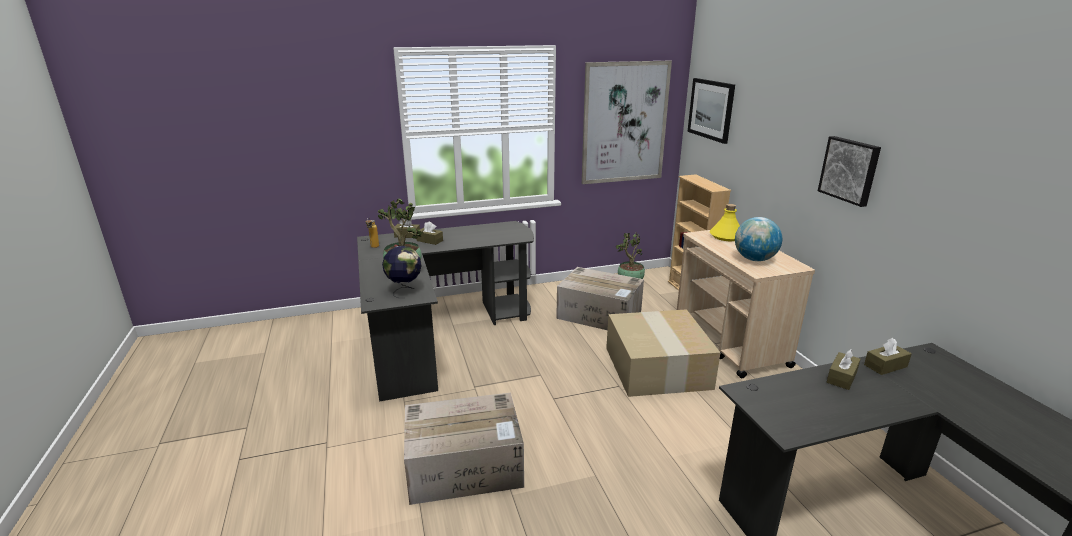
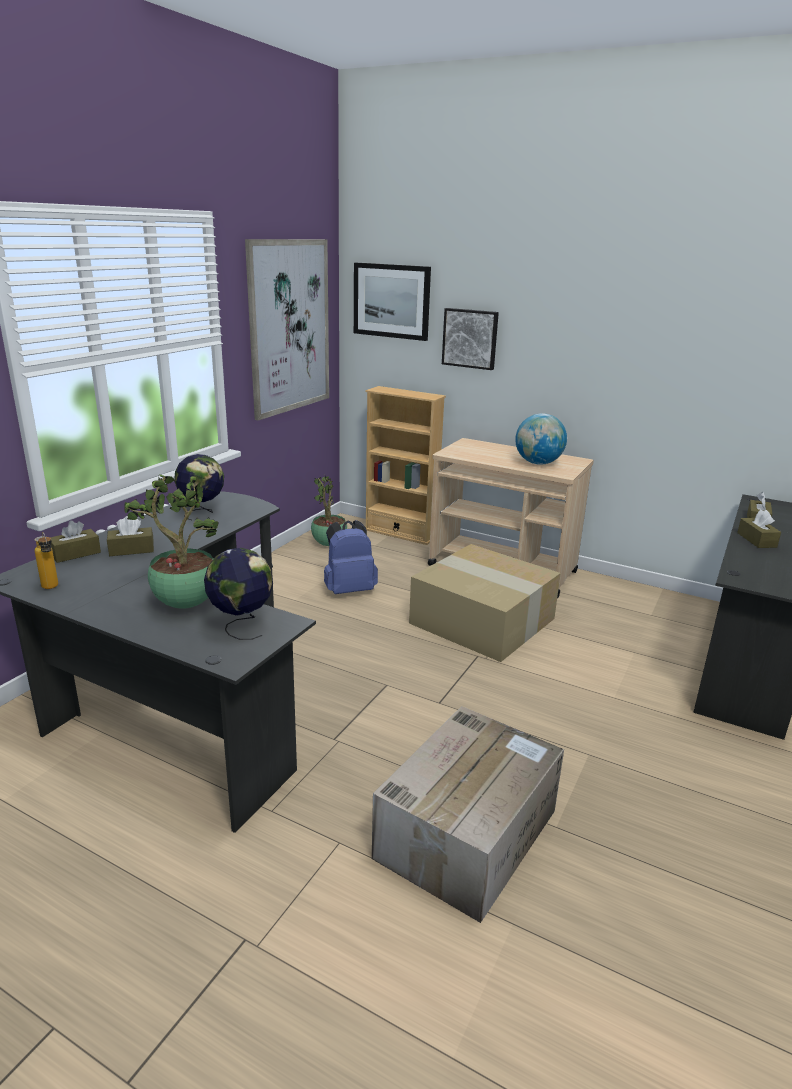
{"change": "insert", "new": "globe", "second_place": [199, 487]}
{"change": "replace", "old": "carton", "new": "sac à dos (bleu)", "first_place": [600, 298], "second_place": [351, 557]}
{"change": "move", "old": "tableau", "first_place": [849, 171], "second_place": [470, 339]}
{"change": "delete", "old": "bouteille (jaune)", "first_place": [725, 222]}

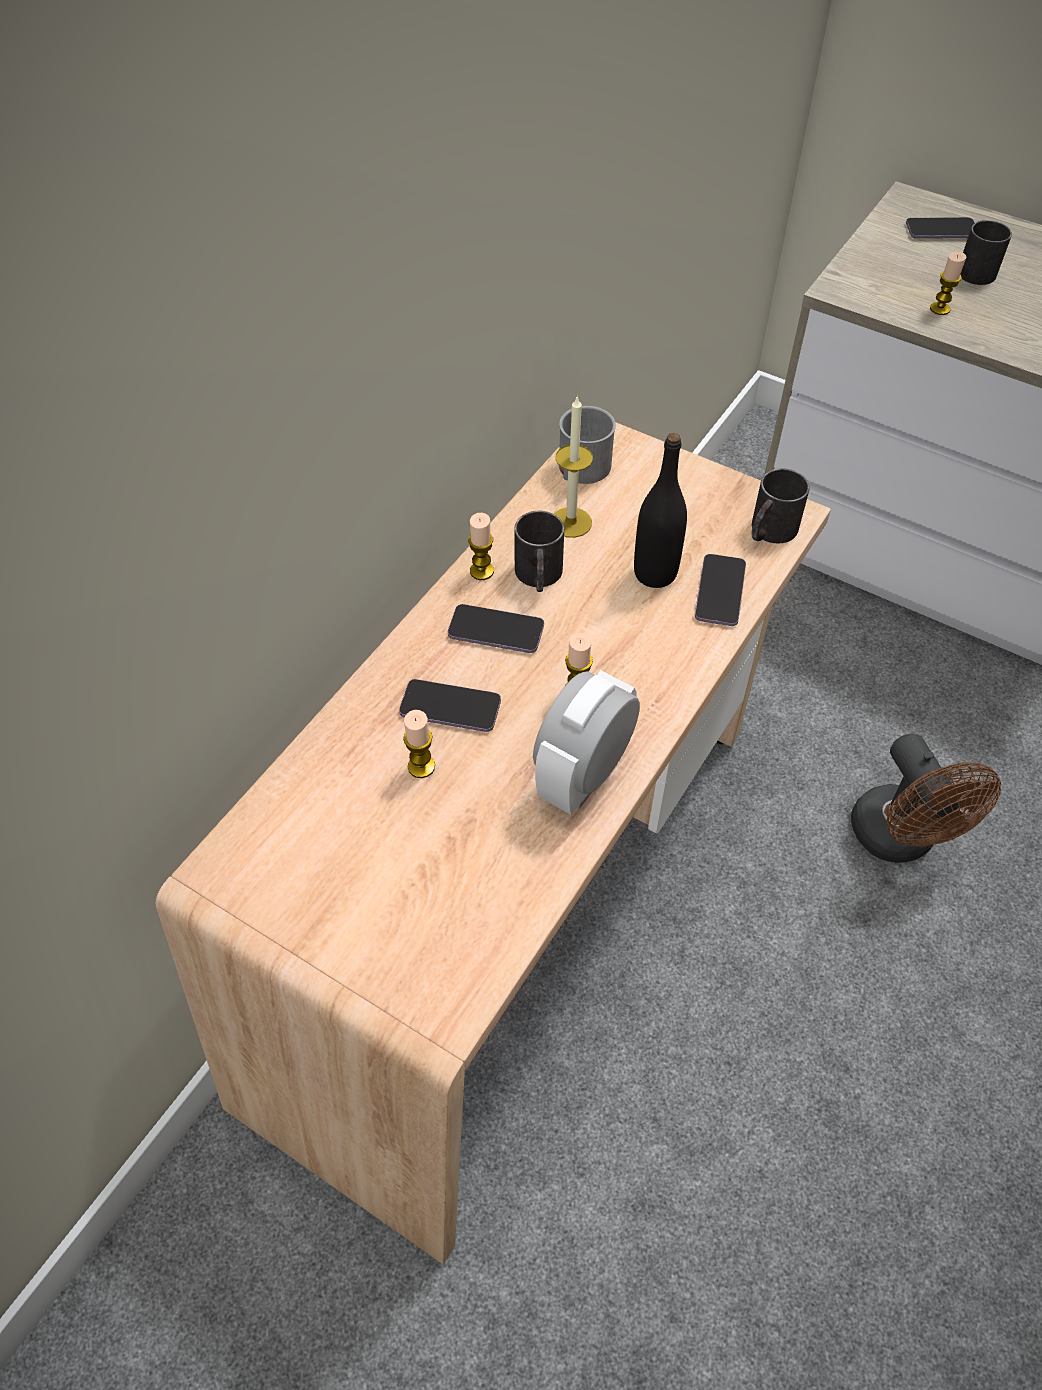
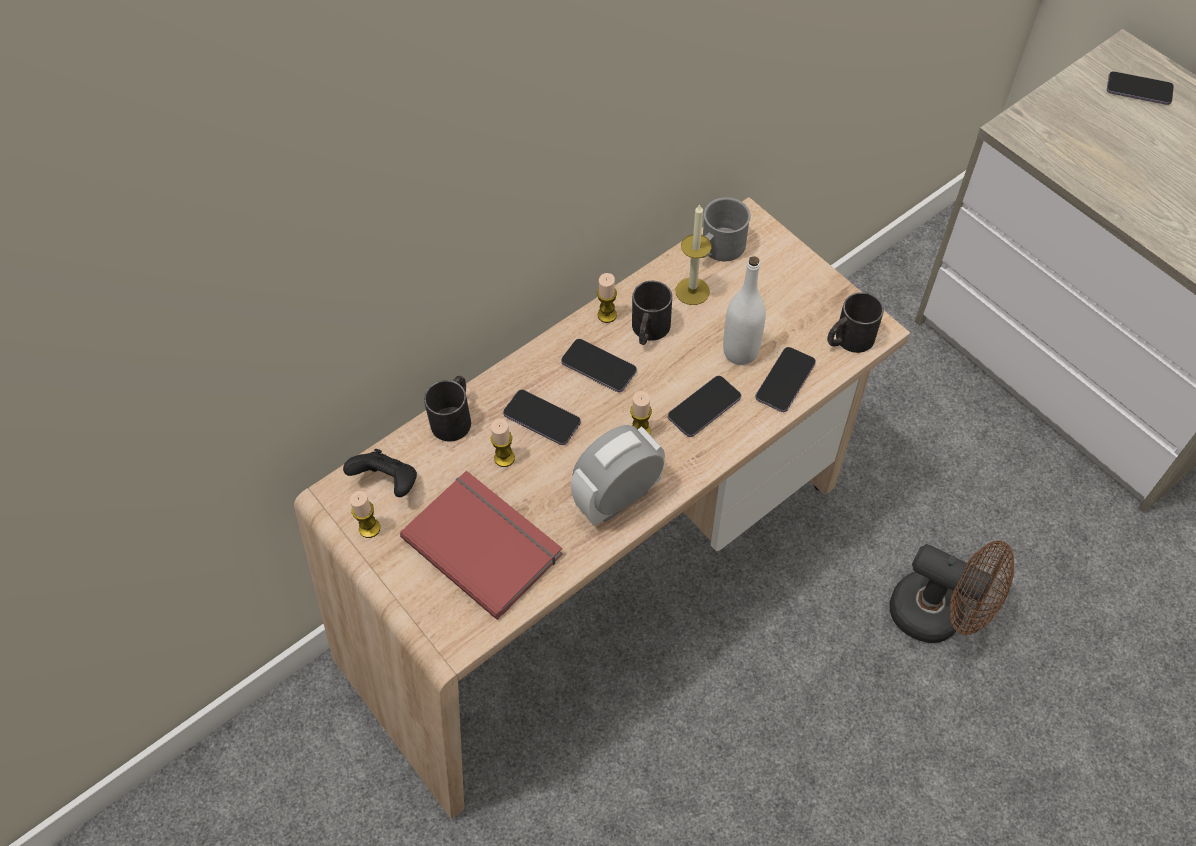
{"change": "insert", "new": "manette (noir)", "second_place": [380, 473]}
{"change": "move", "old": "bougie", "first_place": [948, 283], "second_place": [365, 514]}
{"change": "insert", "new": "livre (rouge)", "second_place": [481, 545]}
{"change": "move", "old": "mug (noir)", "first_place": [986, 252], "second_place": [447, 409]}
{"change": "insert", "new": "téléphone", "second_place": [704, 406]}
{"change": "recolor", "old": "bouteille (noir)", "new": "bouteille (blanc)", "first_place": [660, 510], "second_place": [744, 310]}
{"change": "rotate", "old": "ventilateur (marron)", "first_place": [926, 798], "second_place": [952, 591], "degrees": -60}

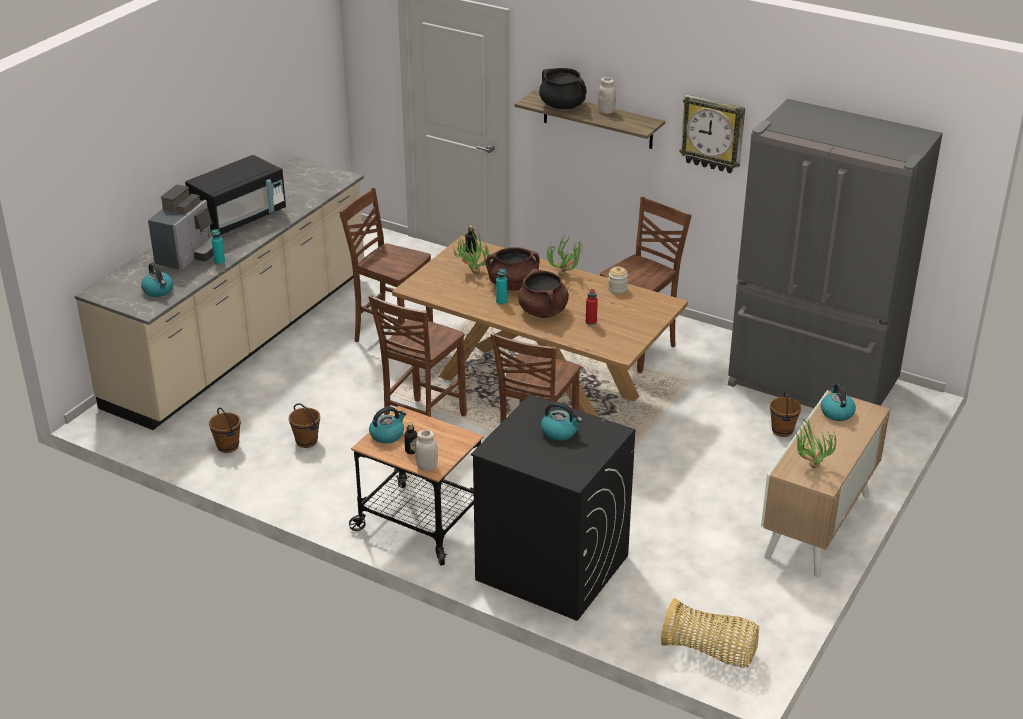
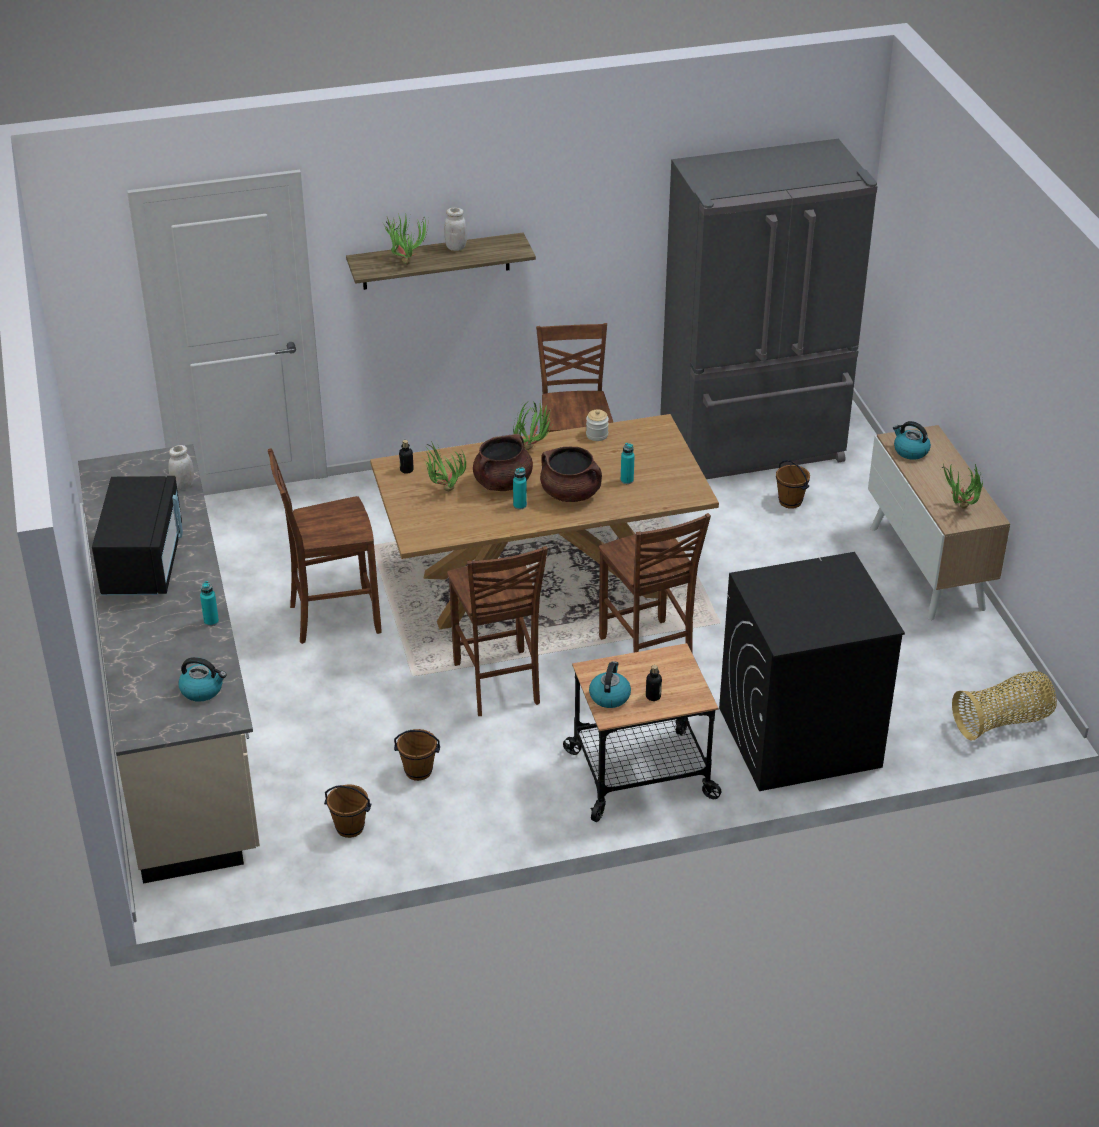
{"change": "move", "old": "bocal (blanc)", "first_place": [426, 450], "second_place": [181, 467]}
{"change": "replace", "old": "marmite (noir)", "new": "plante en pot", "first_place": [563, 88], "second_place": [405, 239]}
{"change": "recolor", "old": "bouteille (rouge)", "new": "bouteille (turquoise)", "first_place": [592, 307], "second_place": [627, 463]}
{"change": "delete", "old": "machine à café", "first_place": [180, 227]}
{"change": "delete", "old": "bouilloire", "first_place": [561, 421]}
{"change": "delete", "old": "horloge murale", "first_place": [712, 134]}

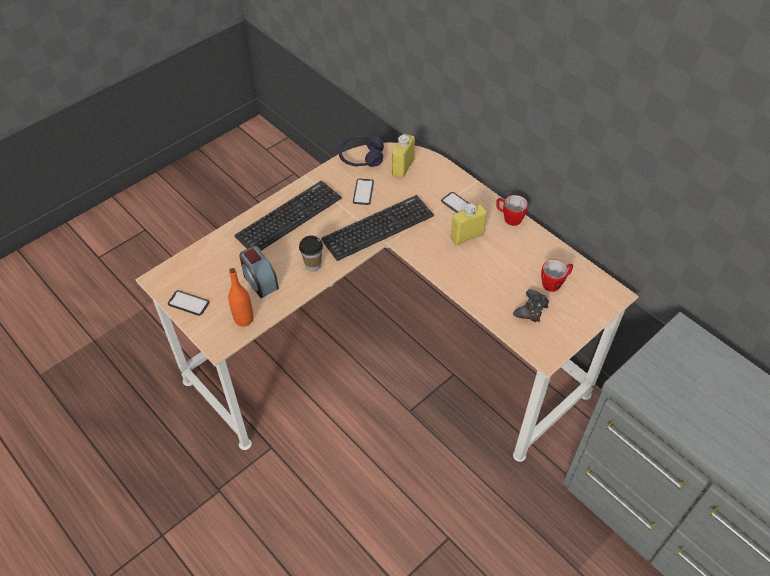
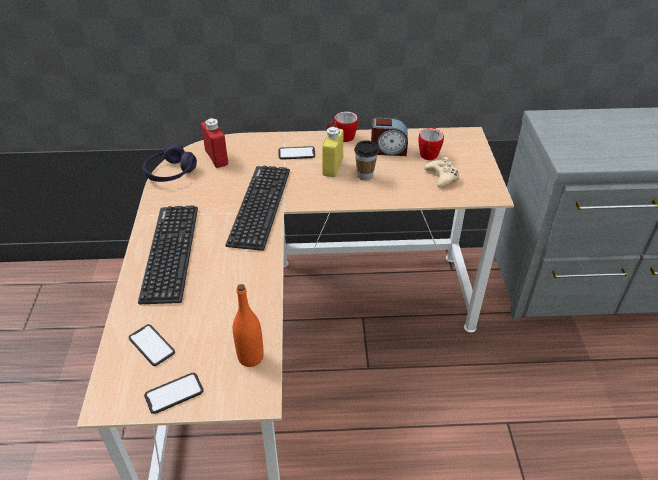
{"change": "move", "old": "téléphone", "first_place": [363, 192], "second_place": [152, 345]}
{"change": "recolor", "old": "bouteille (jaune)", "new": "bouteille (rouge)", "first_place": [403, 156], "second_place": [214, 143]}
{"change": "move", "old": "tasse", "first_place": [311, 254], "second_place": [366, 160]}
{"change": "move", "old": "réveil", "first_place": [259, 272], "second_place": [389, 137]}
{"change": "recolor", "old": "manette (noir)", "new": "manette (beige)", "first_place": [531, 305], "second_place": [441, 172]}

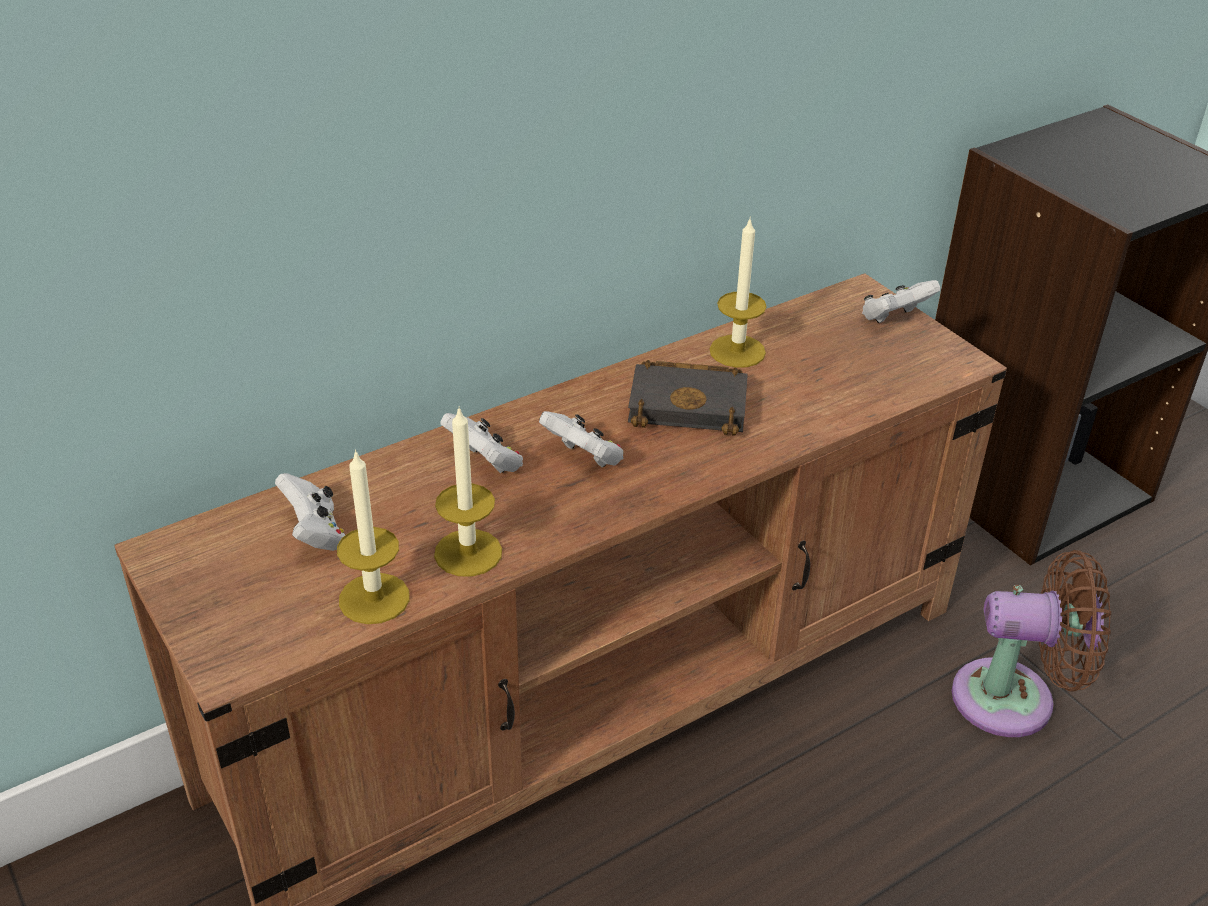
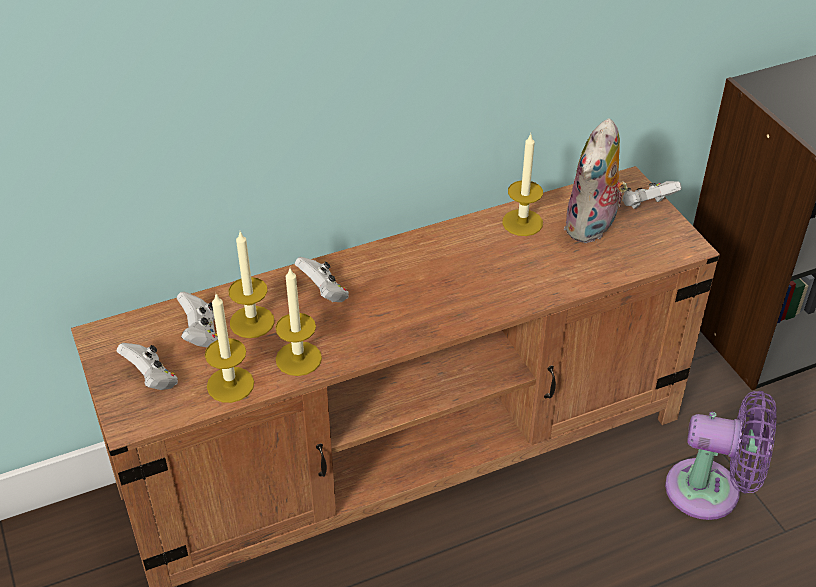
{"change": "move", "old": "manette (blanc)", "first_place": [581, 439], "second_place": [147, 366]}
{"change": "insert", "new": "bougie", "second_place": [252, 285]}
{"change": "insert", "new": "peluche", "second_place": [596, 180]}
{"change": "recolor", "old": "ventilateur (marron)", "new": "ventilateur (violet)", "first_place": [1031, 643], "second_place": [721, 455]}
{"change": "delete", "old": "livre (noir)", "first_place": [688, 398]}

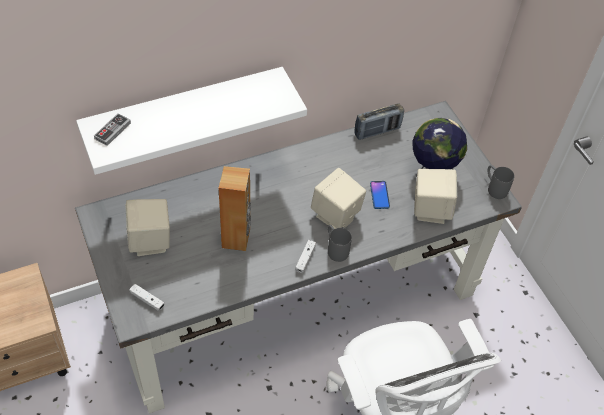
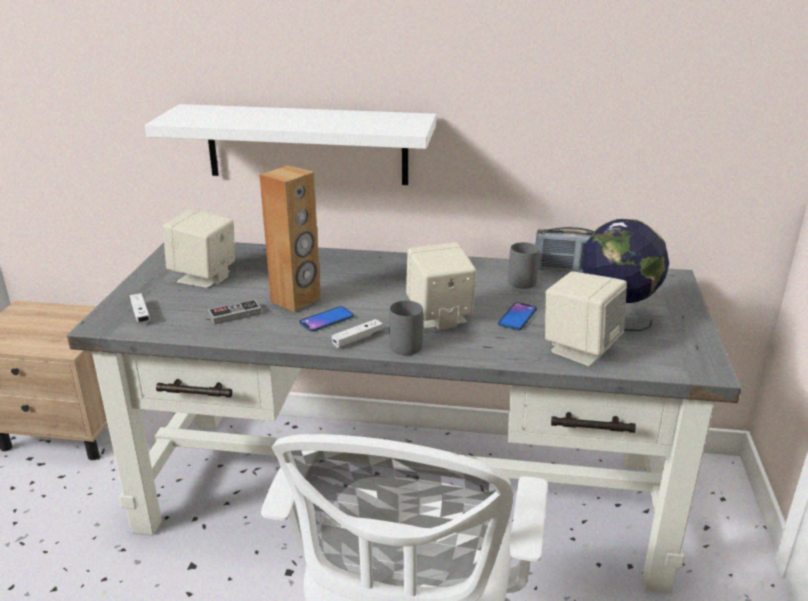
{"change": "move", "old": "manette", "first_place": [112, 129], "second_place": [235, 312]}
{"change": "insert", "new": "téléphone", "second_place": [326, 319]}
{"change": "move", "old": "mug (gris)", "first_place": [500, 182], "second_place": [524, 265]}

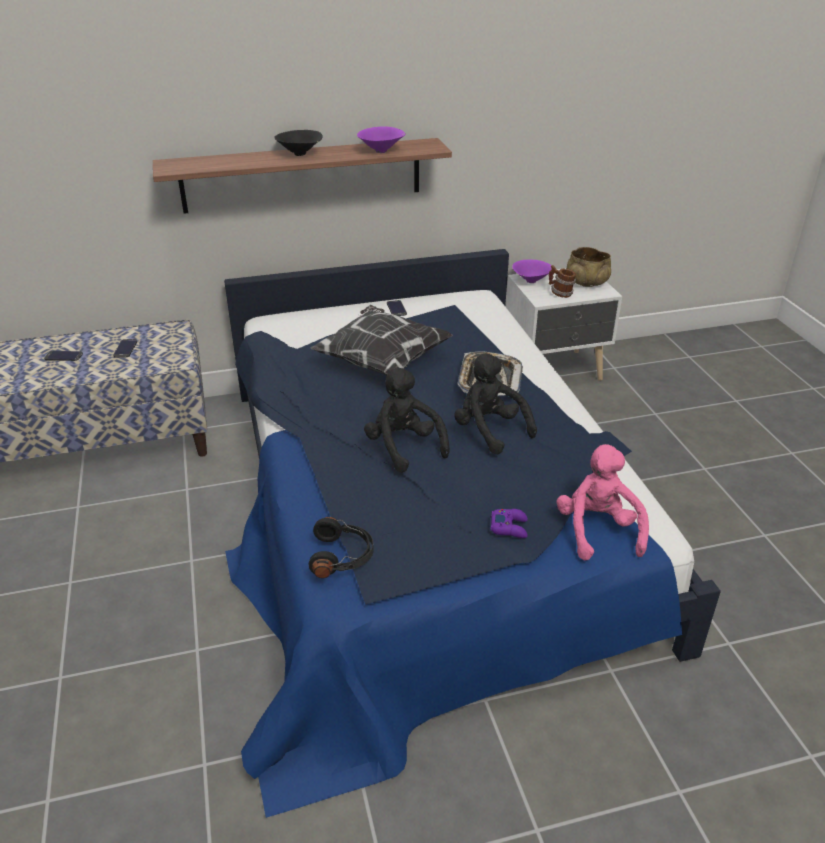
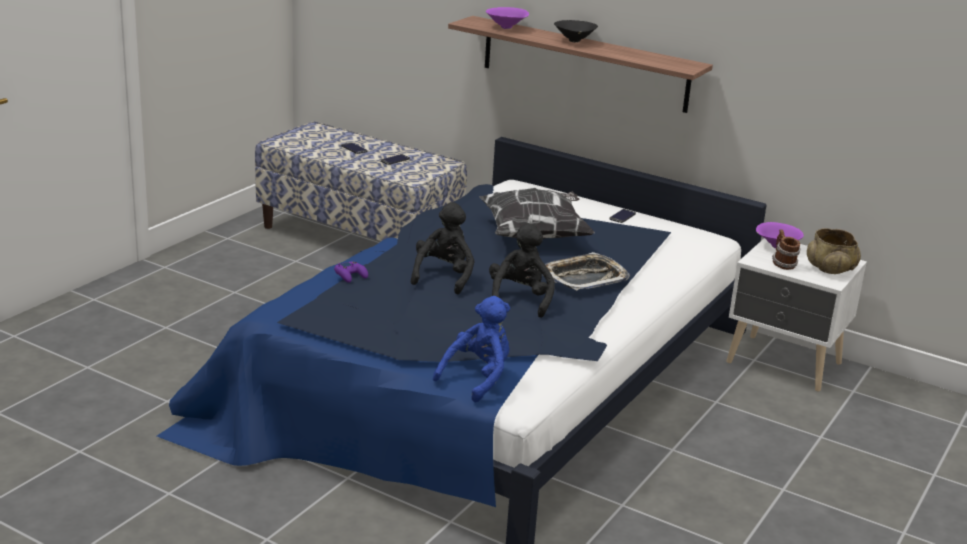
{"change": "move", "old": "manette (violet)", "first_place": [509, 523], "second_place": [351, 272]}
{"change": "recolor", "old": "peluche (rose)", "new": "peluche (bleu)", "first_place": [602, 502], "second_place": [471, 349]}
{"change": "move", "old": "bol (violet)", "first_place": [381, 139], "second_place": [507, 18]}
{"change": "delete", "old": "casque audio (noir)", "first_place": [341, 547]}

